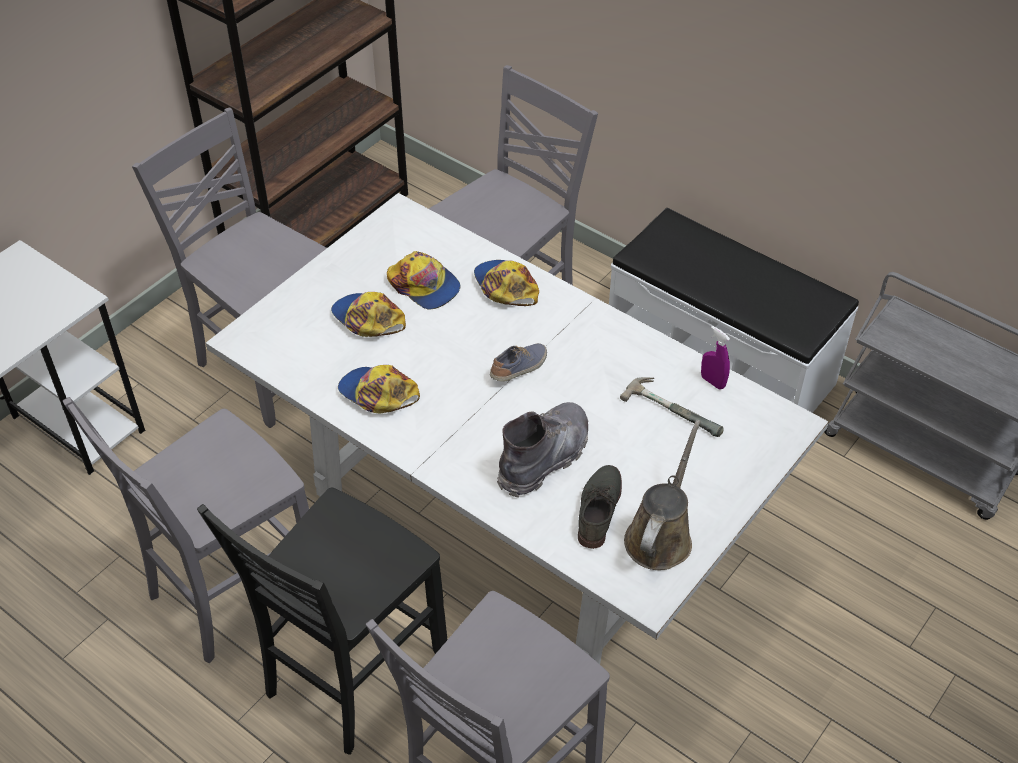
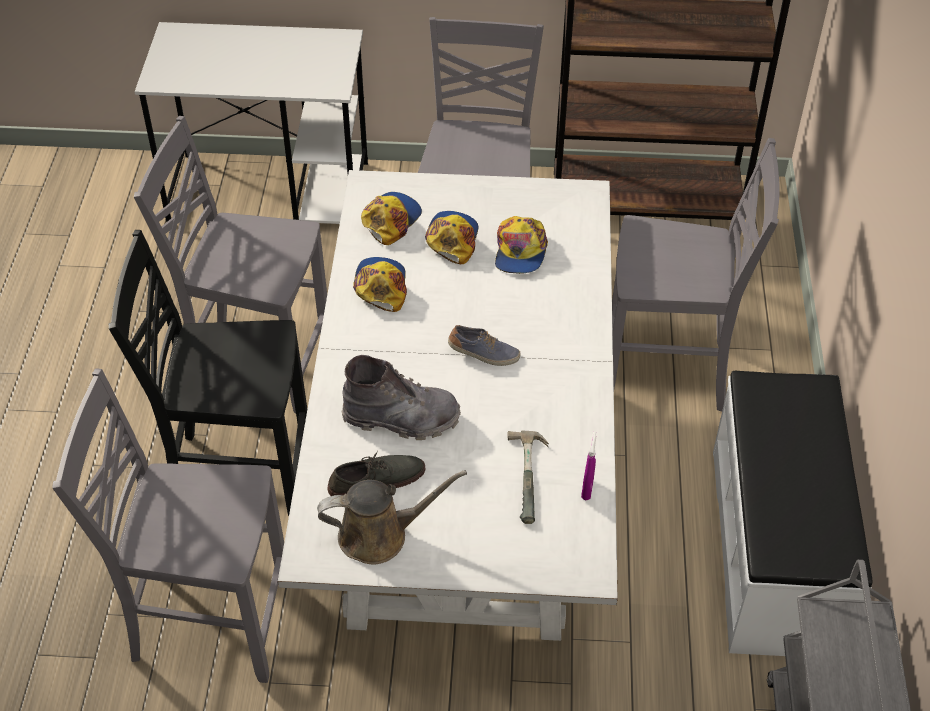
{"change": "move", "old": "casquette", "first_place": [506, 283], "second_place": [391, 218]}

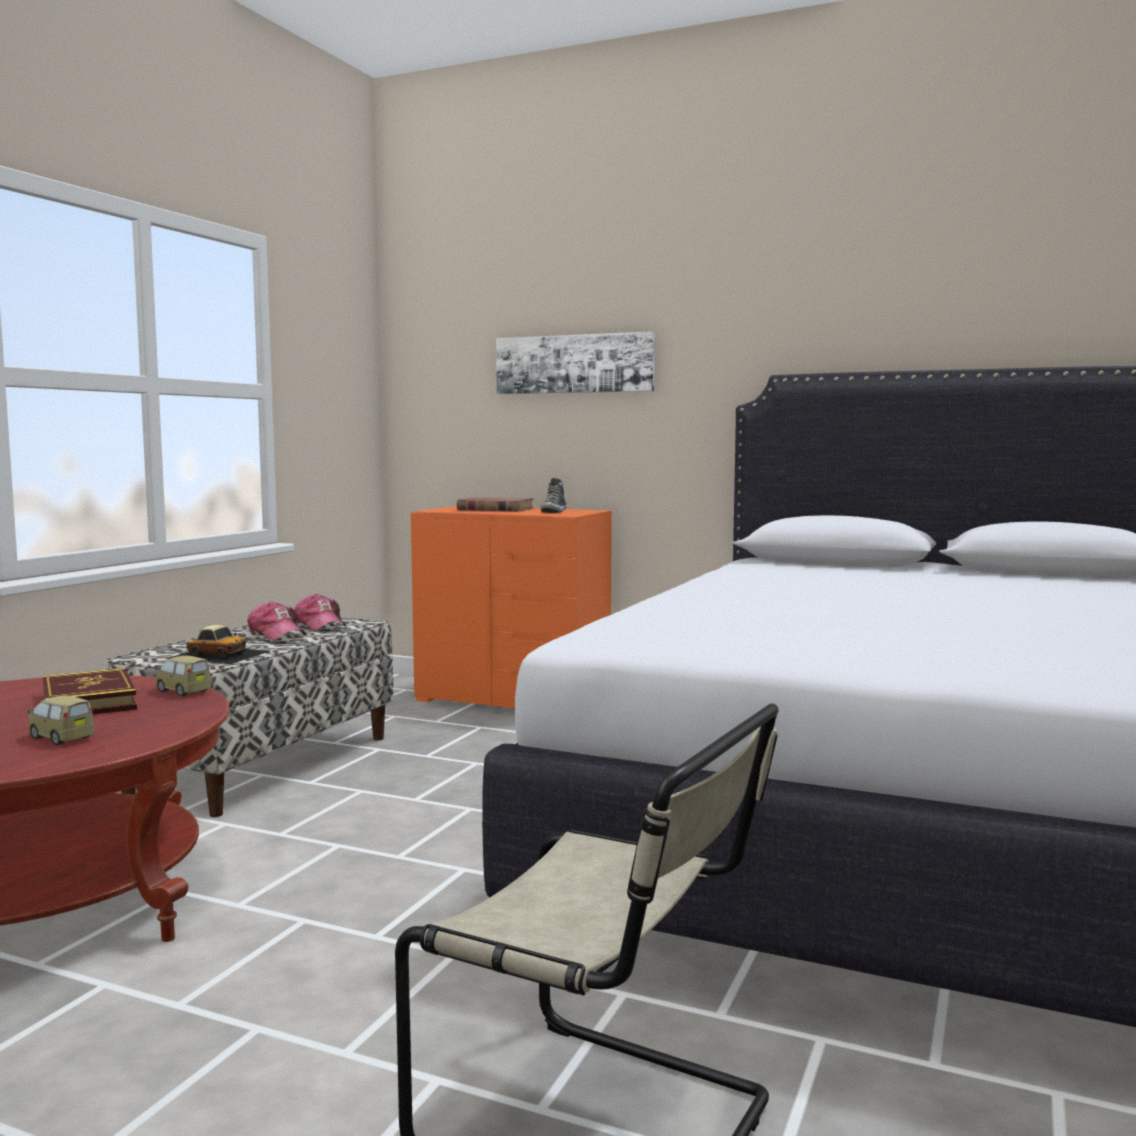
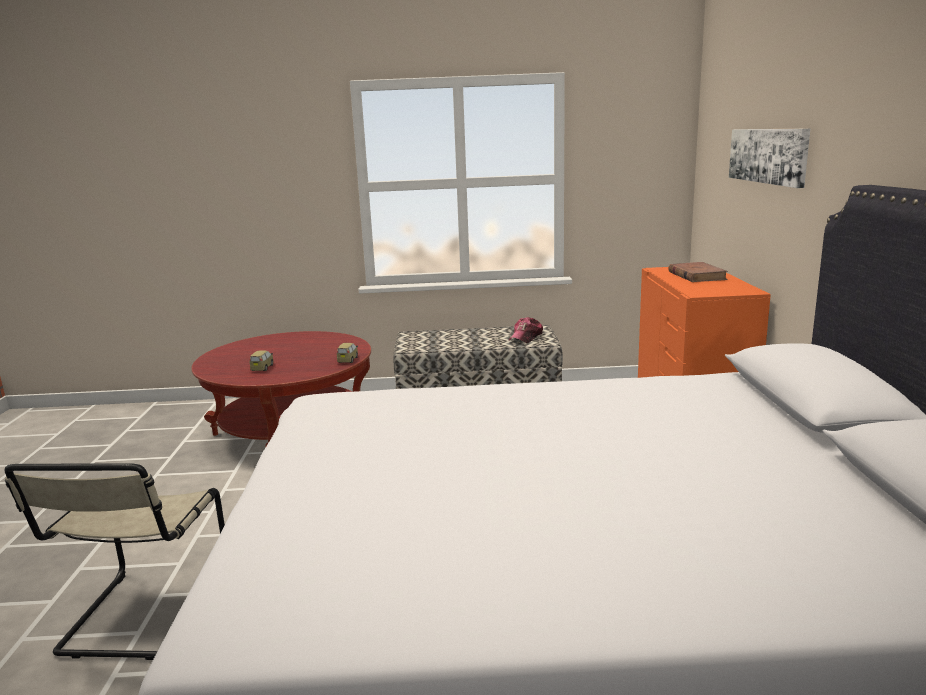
{"change": "delete", "old": "livre", "first_place": [90, 691]}
{"change": "delete", "old": "petite voiture", "first_place": [218, 644]}
{"change": "delete", "old": "casquette", "first_place": [276, 620]}
{"change": "delete", "old": "chaussure", "first_place": [553, 495]}

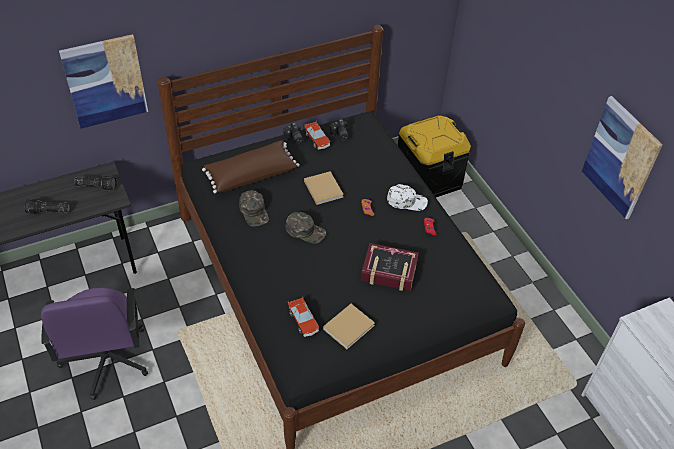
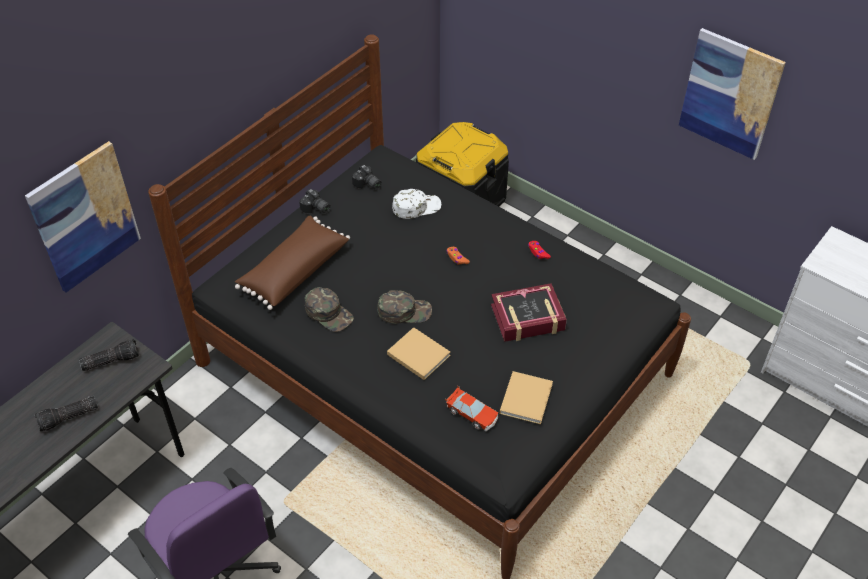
{"change": "move", "old": "livre (beige)", "first_place": [324, 188], "second_place": [419, 353]}
{"change": "move", "old": "casquette (blanc)", "first_place": [407, 197], "second_place": [416, 204]}
{"change": "delete", "old": "petite voiture", "first_place": [317, 135]}

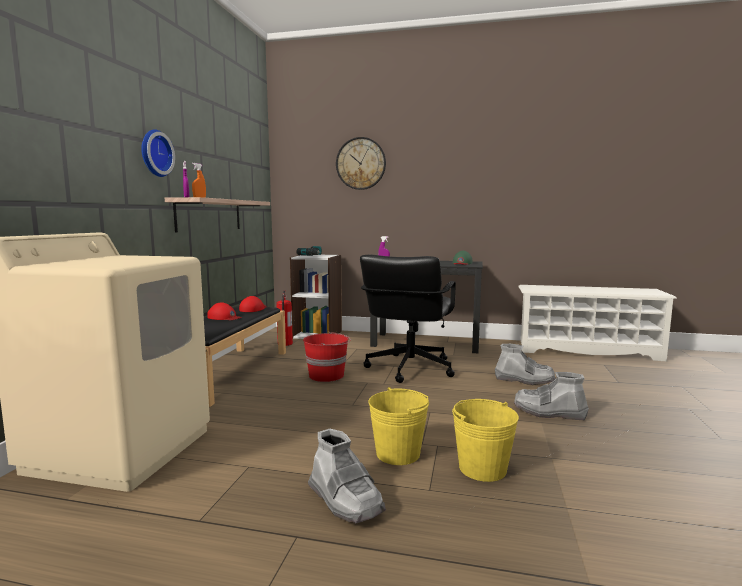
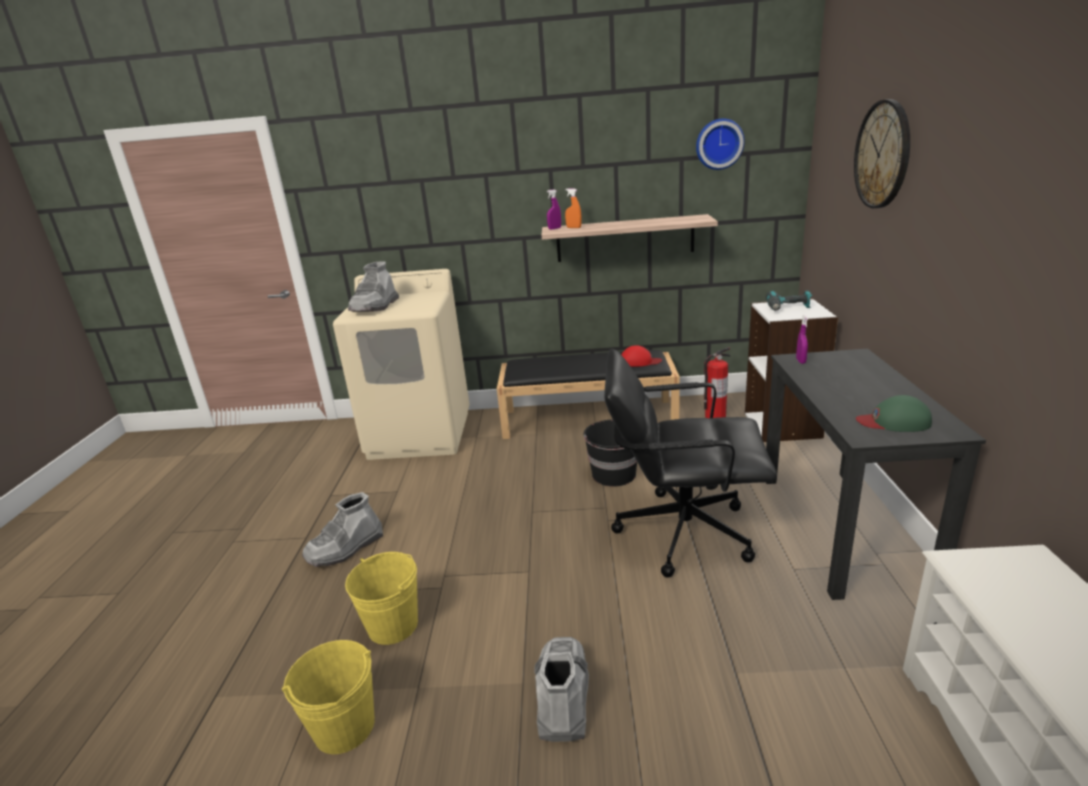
{"change": "move", "old": "seau (jaune)", "first_place": [398, 426], "second_place": [328, 697]}
{"change": "move", "old": "botte (gris)", "first_place": [525, 364], "second_place": [373, 286]}
{"change": "recolor", "old": "seau (rouge)", "new": "seau (noir)", "first_place": [327, 357], "second_place": [610, 453]}
{"change": "move", "old": "horloge murale", "first_place": [158, 153], "second_place": [720, 144]}
{"change": "delete", "old": "casquette (rouge)", "first_place": [224, 311]}

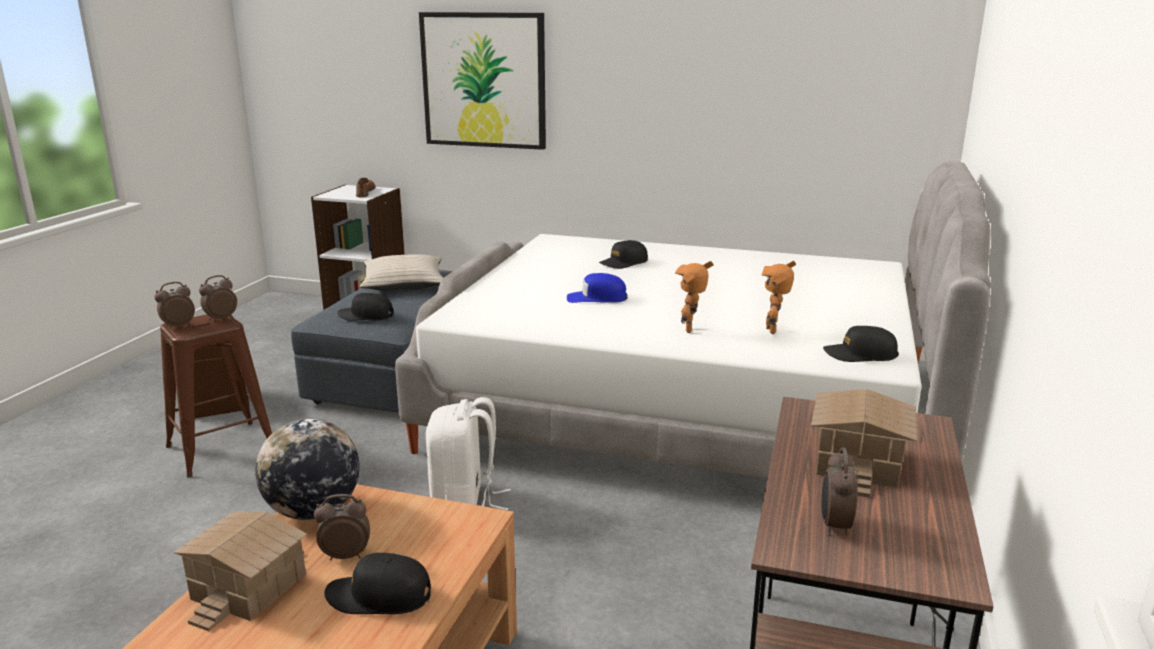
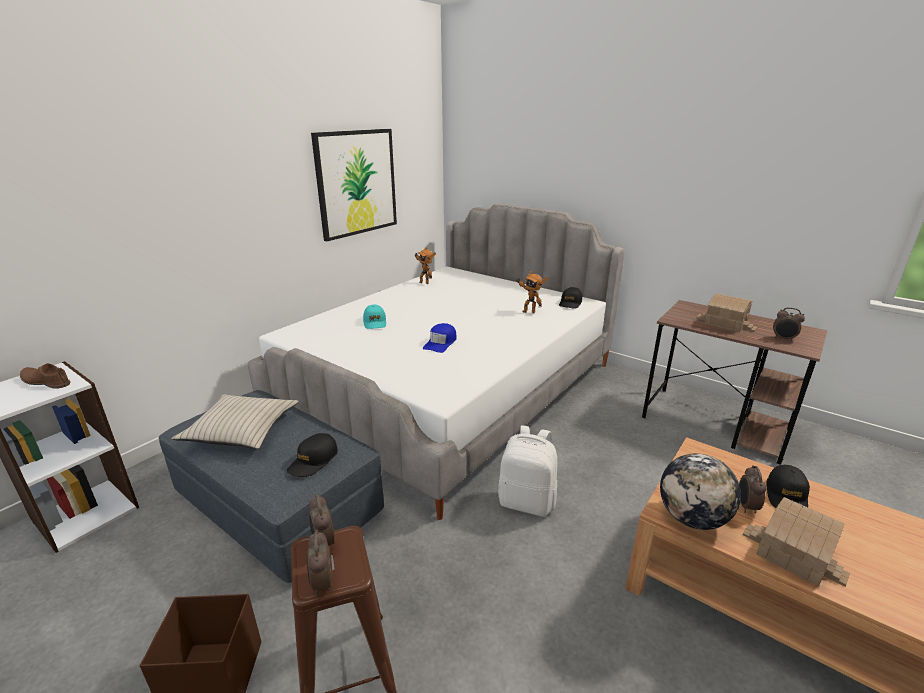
{"change": "move", "old": "tableau", "first_place": [482, 81], "second_place": [354, 185]}
{"change": "recolor", "old": "casquette (noir)", "new": "casquette (turquoise)", "first_place": [623, 254], "second_place": [374, 317]}
{"change": "move", "old": "robot jouet", "first_place": [694, 297], "second_place": [425, 265]}

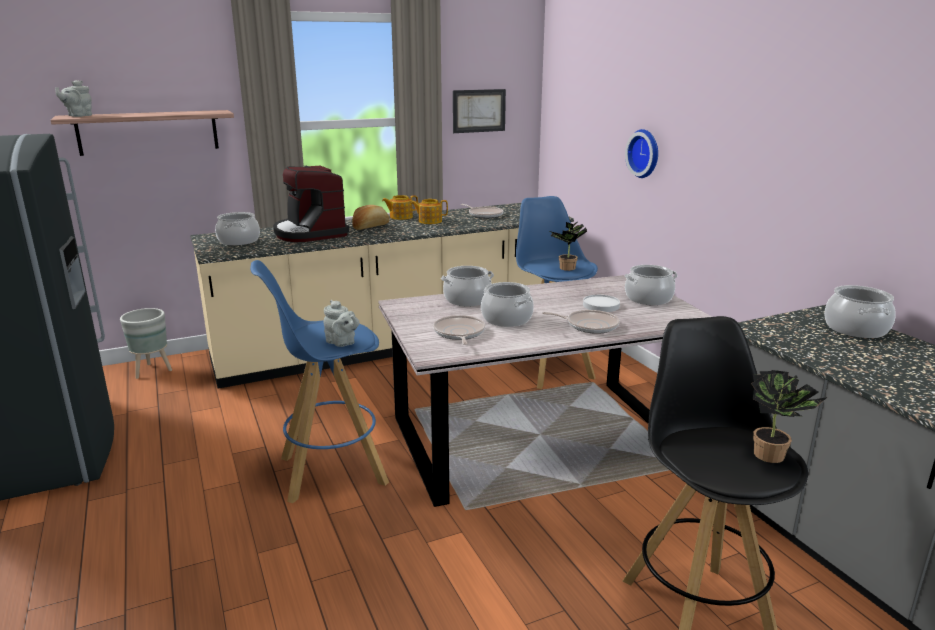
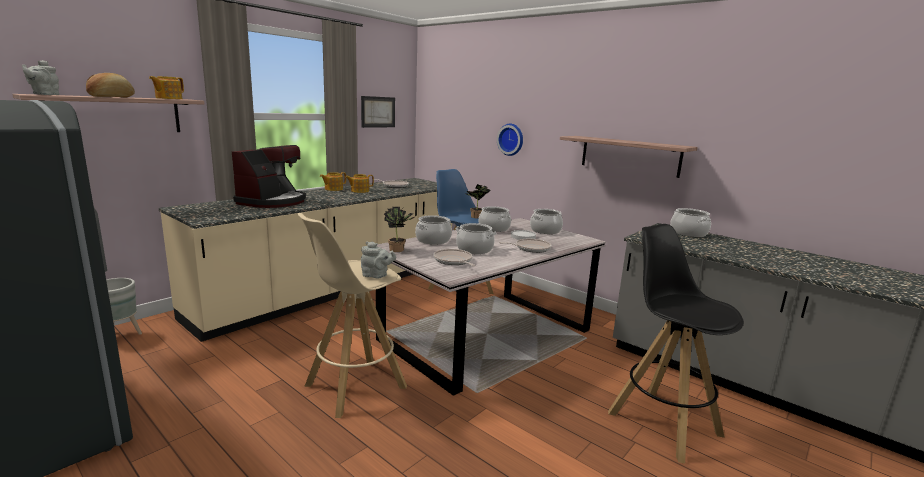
{"change": "move", "old": "pain", "first_place": [371, 217], "second_place": [110, 85]}
{"change": "insert", "new": "théière", "second_place": [166, 87]}
{"change": "rotate", "old": "machine à café", "first_place": [311, 204], "second_place": [269, 176], "degrees": -105}
{"change": "recolor", "old": "tabouret (bleu)", "new": "tabouret (beige)", "first_place": [319, 381], "second_place": [352, 315]}
{"change": "move", "old": "plante en pot", "first_place": [789, 416], "second_place": [399, 229]}
{"change": "move", "old": "marmite", "first_place": [237, 228], "second_place": [495, 219]}
{"change": "insert", "new": "étagère", "second_place": [629, 157]}

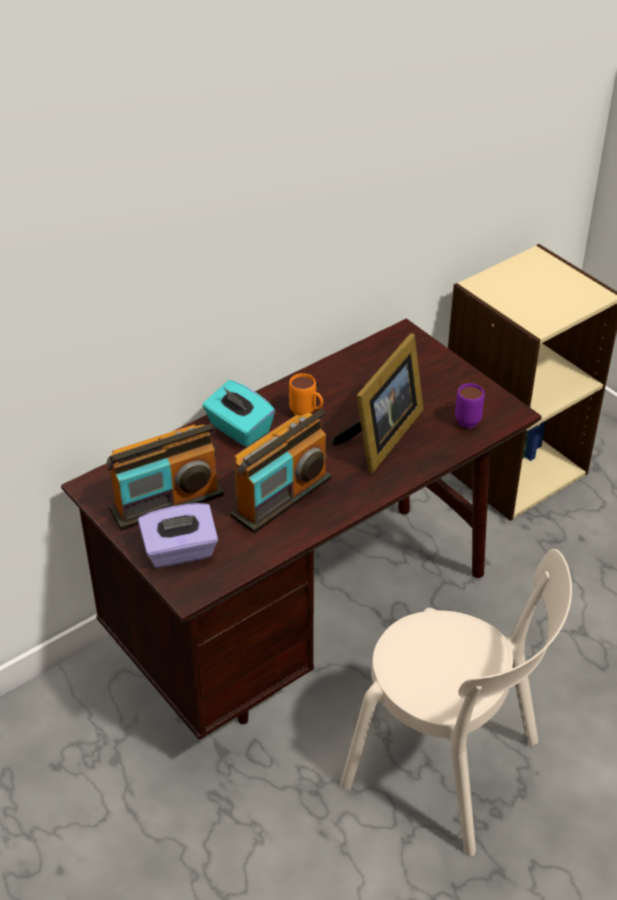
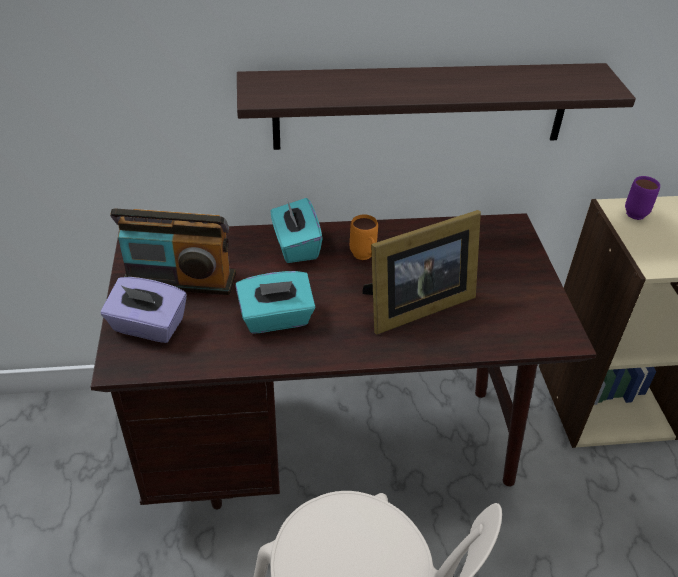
{"change": "replace", "old": "radio", "new": "boîte à mouchoirs (turquoise)", "first_place": [280, 470], "second_place": [275, 302]}
{"change": "insert", "new": "étagère", "second_place": [436, 106]}
{"change": "move", "old": "mug (violet)", "first_place": [469, 405], "second_place": [642, 198]}

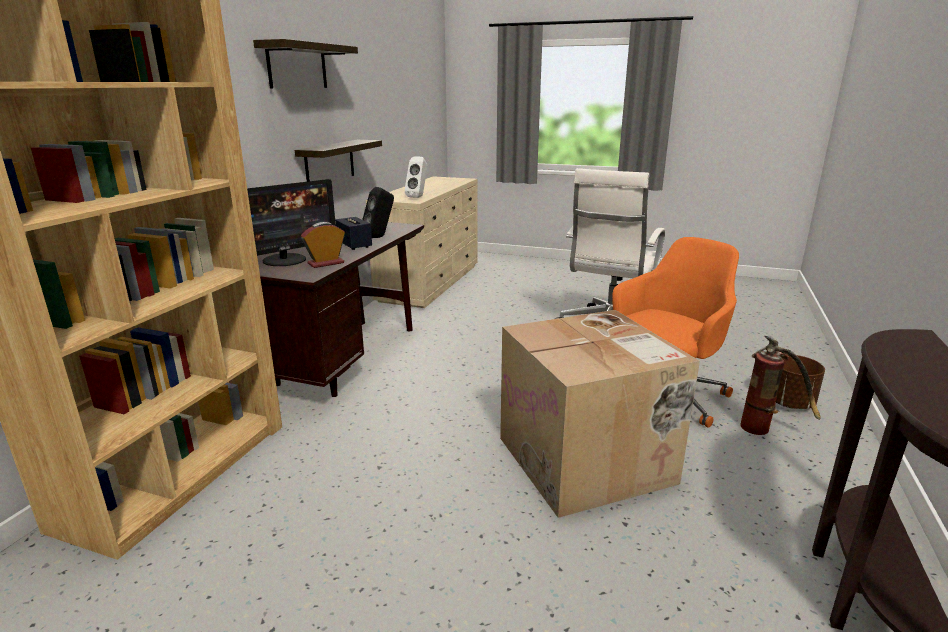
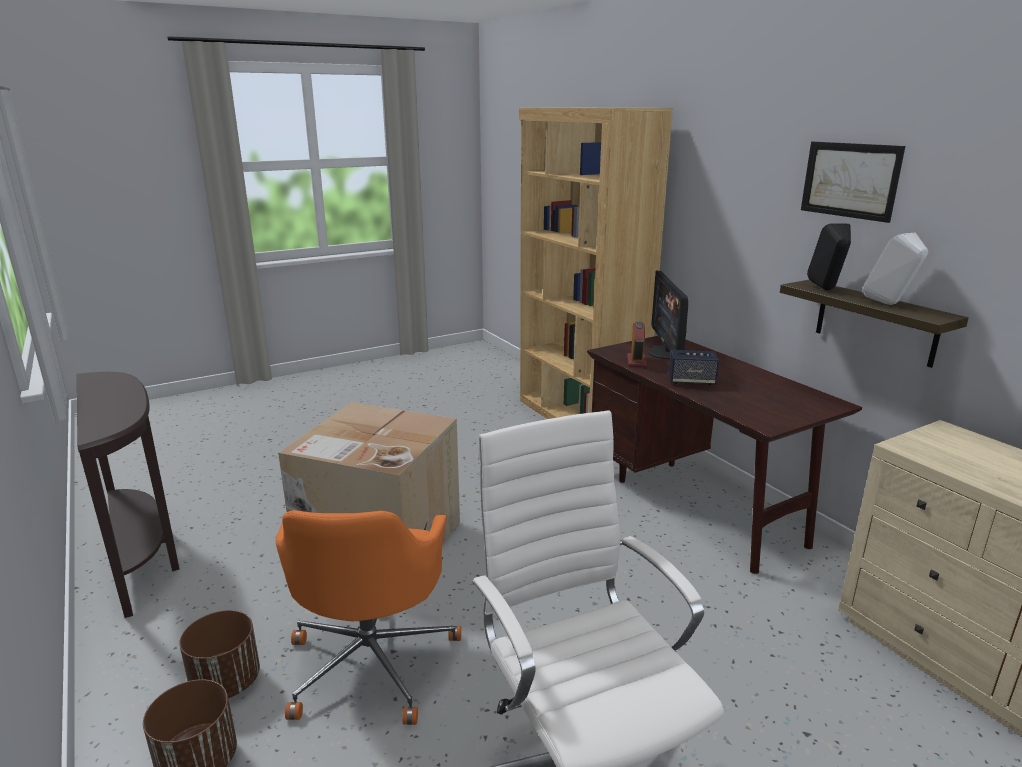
{"change": "replace", "old": "extincteur", "new": "cache-pot (marron)", "first_place": [780, 385], "second_place": [219, 654]}
{"change": "replace", "old": "étagère", "new": "tableau", "first_place": [305, 63], "second_place": [853, 182]}
{"change": "move", "old": "enceinte (noir)", "first_place": [378, 212], "second_place": [829, 257]}
{"change": "move", "old": "enceinte (blanc)", "first_place": [415, 177], "second_place": [895, 269]}

